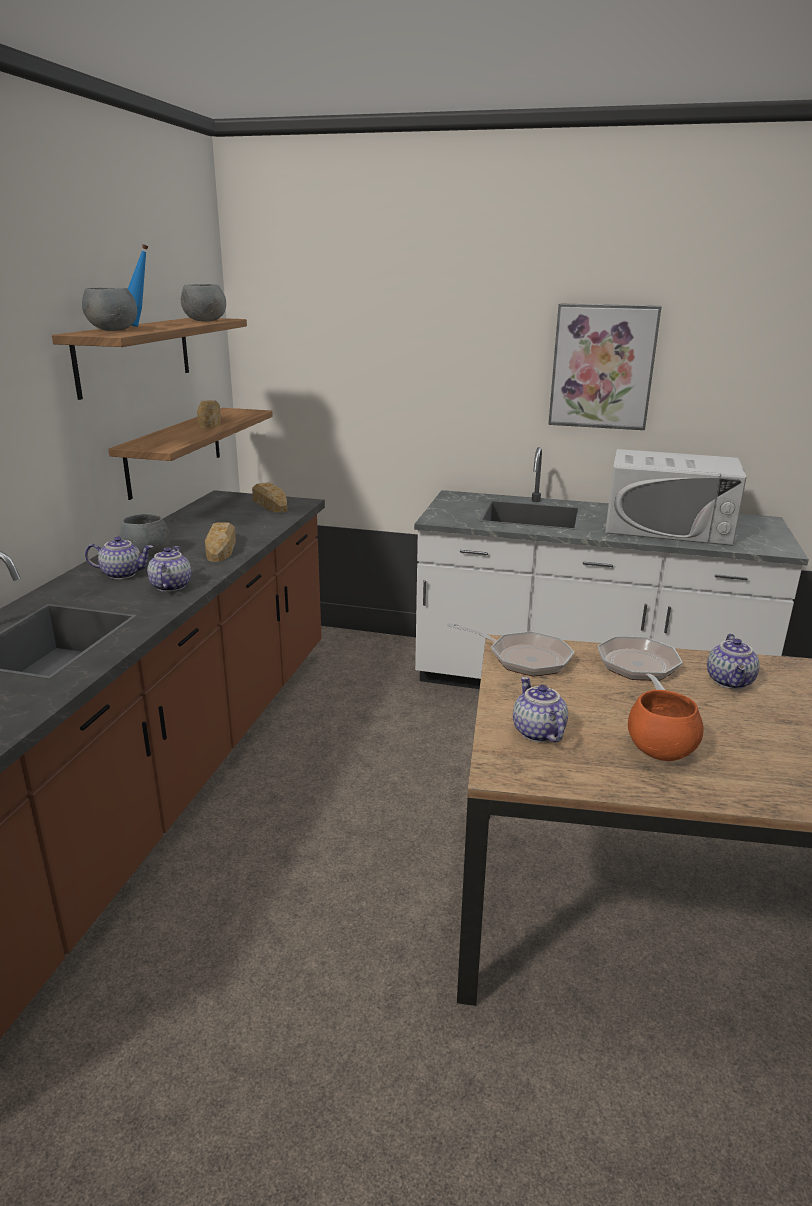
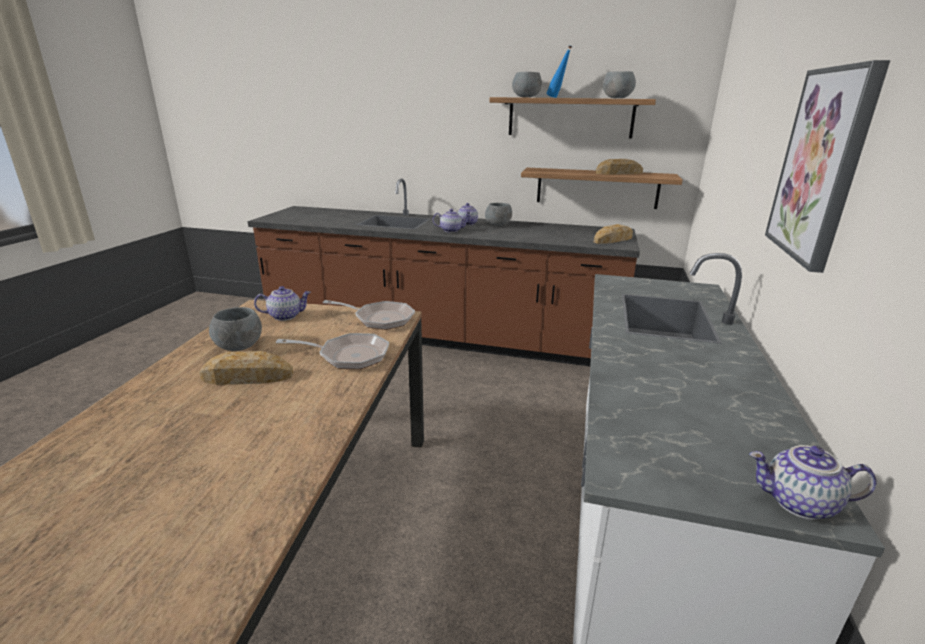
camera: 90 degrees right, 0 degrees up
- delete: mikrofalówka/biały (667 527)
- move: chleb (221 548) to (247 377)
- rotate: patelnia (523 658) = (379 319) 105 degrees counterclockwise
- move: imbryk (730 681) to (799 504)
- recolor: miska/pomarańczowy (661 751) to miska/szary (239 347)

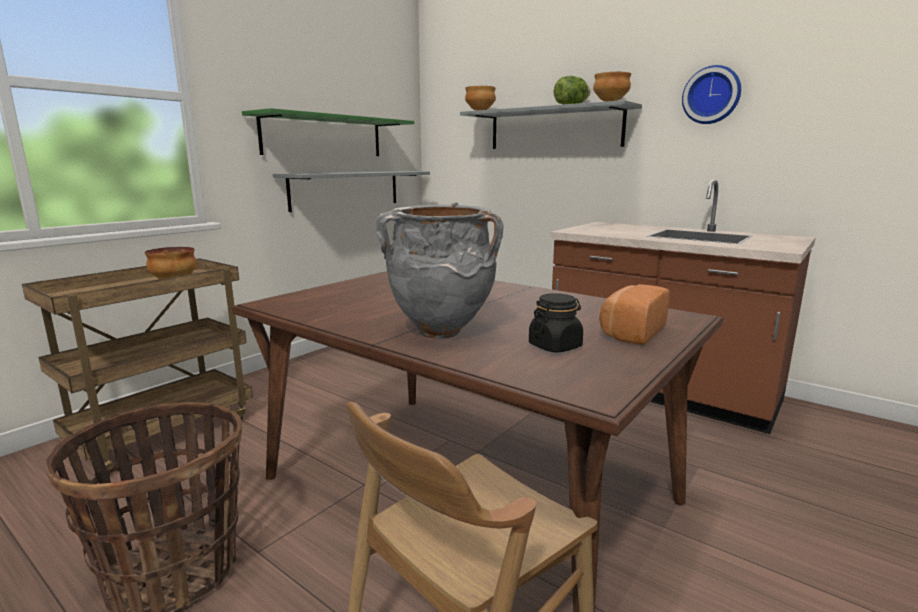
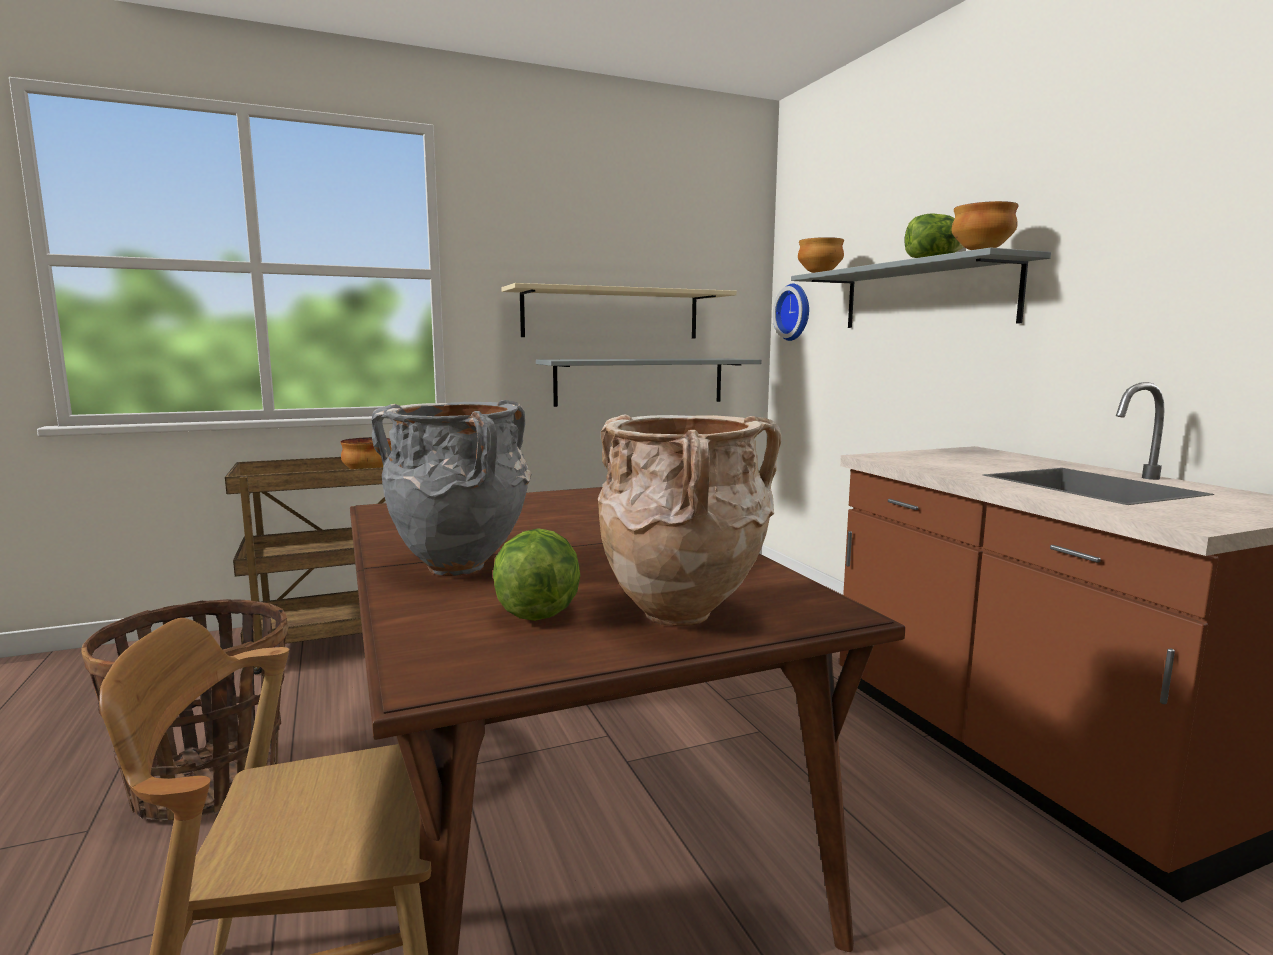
camera: 30 degrees right, 5 degrees down
- move: zegar ścienny (711 95) to (795 312)
- recolor: półka/zielony (324 136) to półka/beżowy (612 314)
- replace: chleb (631 332) to wazon/beżowy (683 616)
- replace: słoik/czarny (555 346) to sałata (537 611)

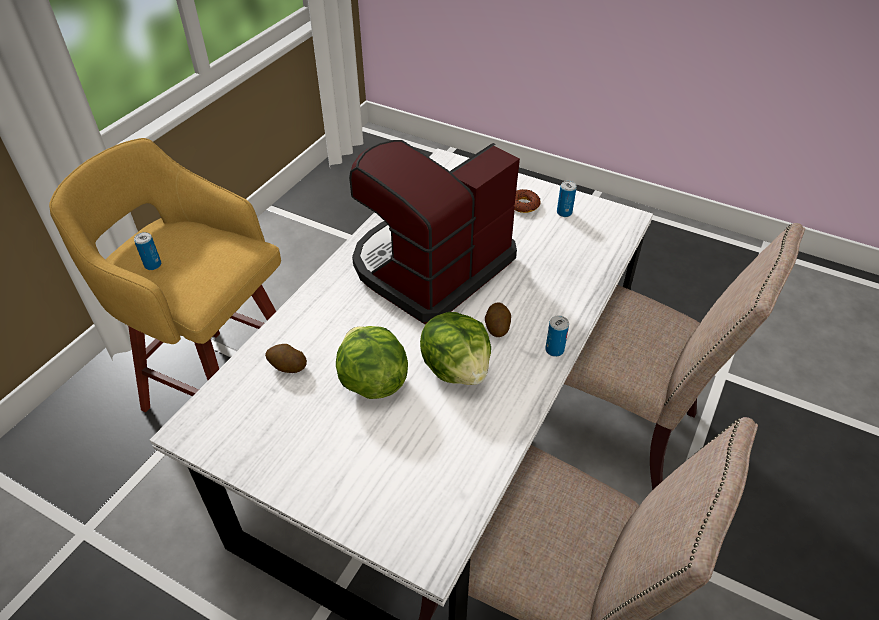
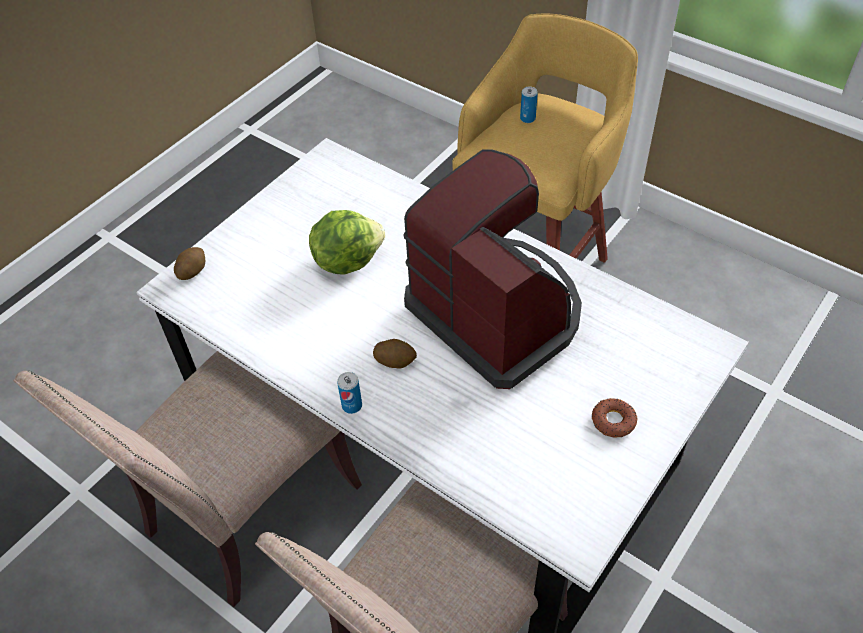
camera: 100 degrees right, 5 degrees up
- delete: puszka (564 212)
- delete: sałata (457 368)
- move: ziemniak (287 366) to (192 270)

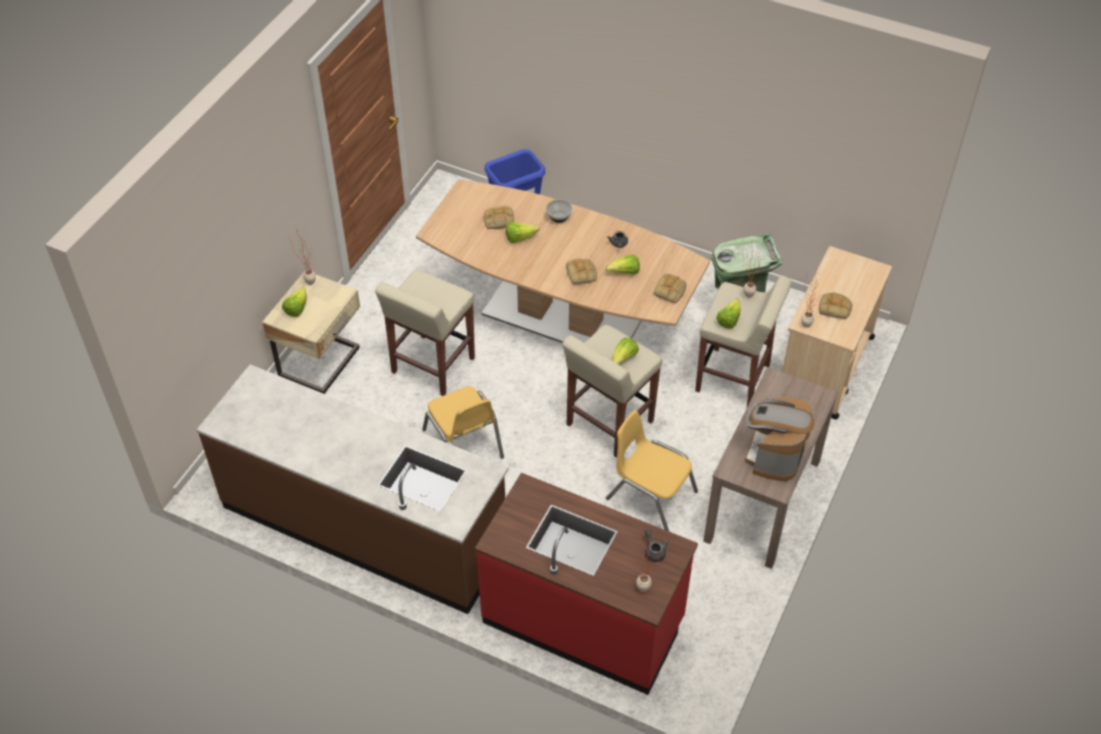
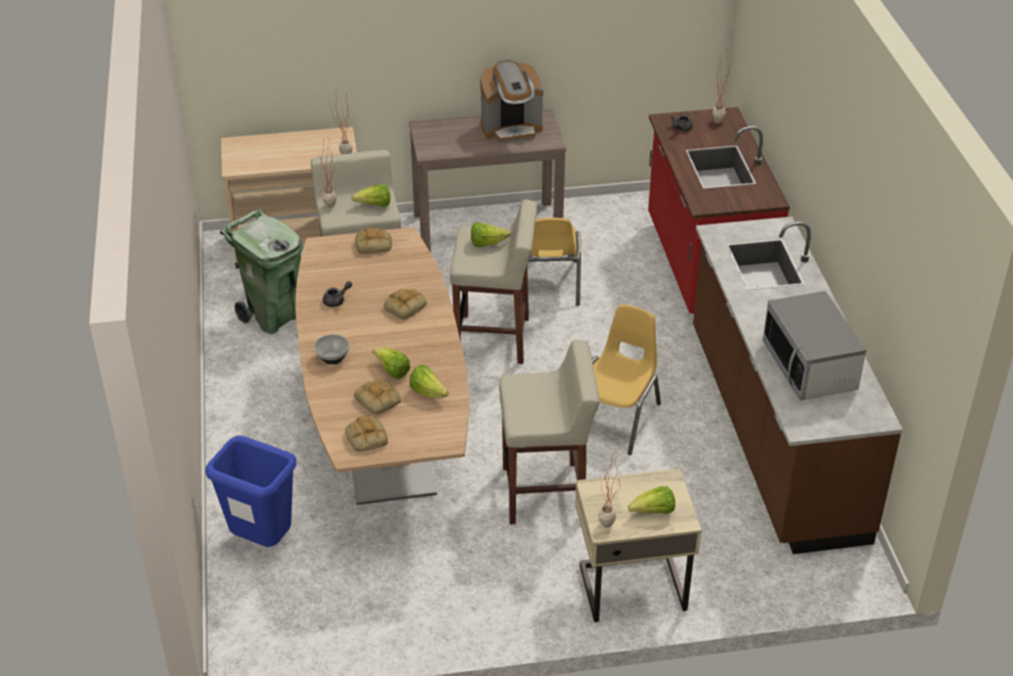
camera: 125 degrees left, 10 degrees down
- move: sałata (624 273) to (428 392)
- move: chleb (835 308) to (365 437)
- insert: mikrofalówka (810 367)

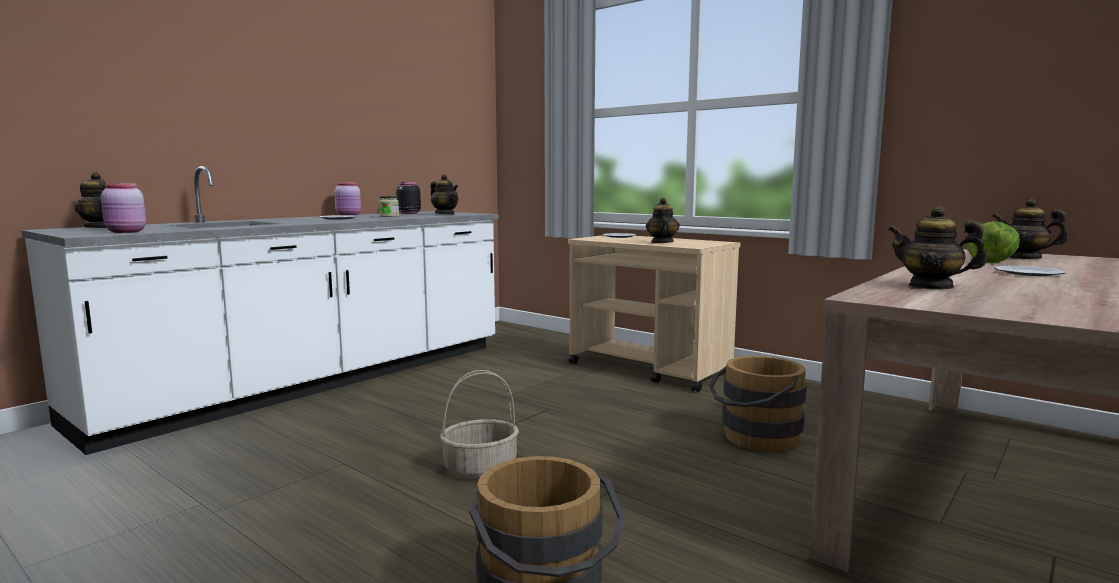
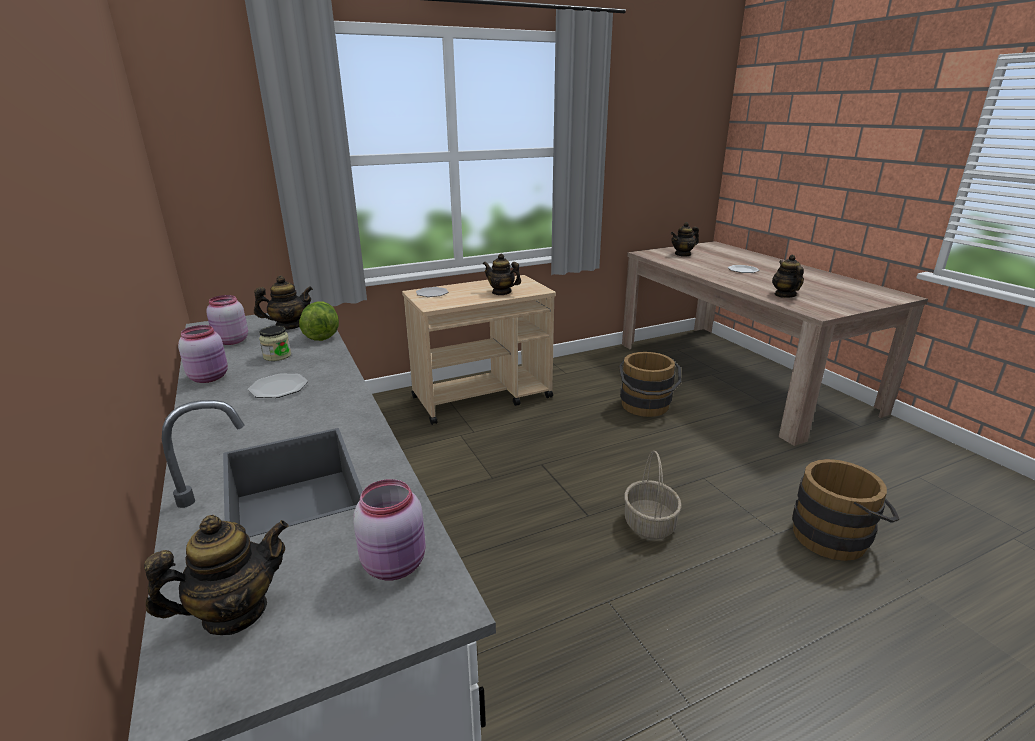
camera: 65 degrees left, 15 degrees up
- recolor: słoik/czarny (408 213) to słoik/różowy (231 341)
- rotate: imbryk (931 286) = (784 295) 120 degrees clockwise
- move: sałata (993 261) to (322 335)

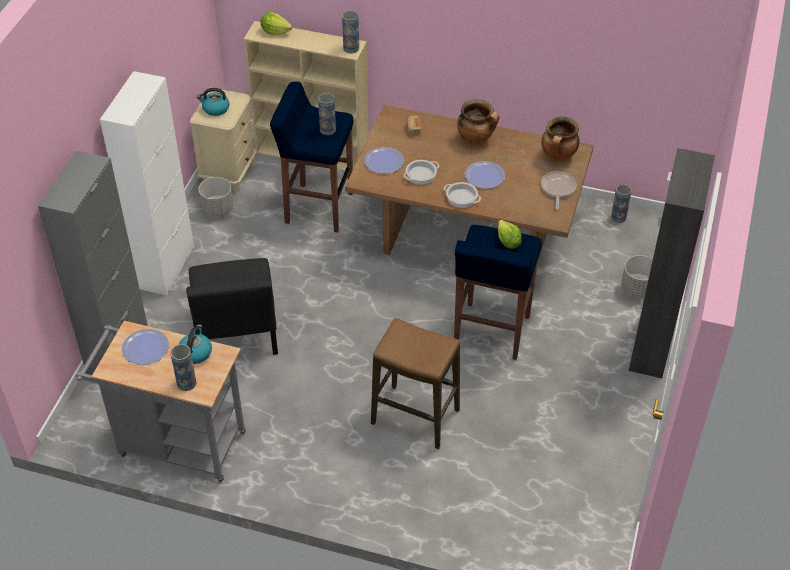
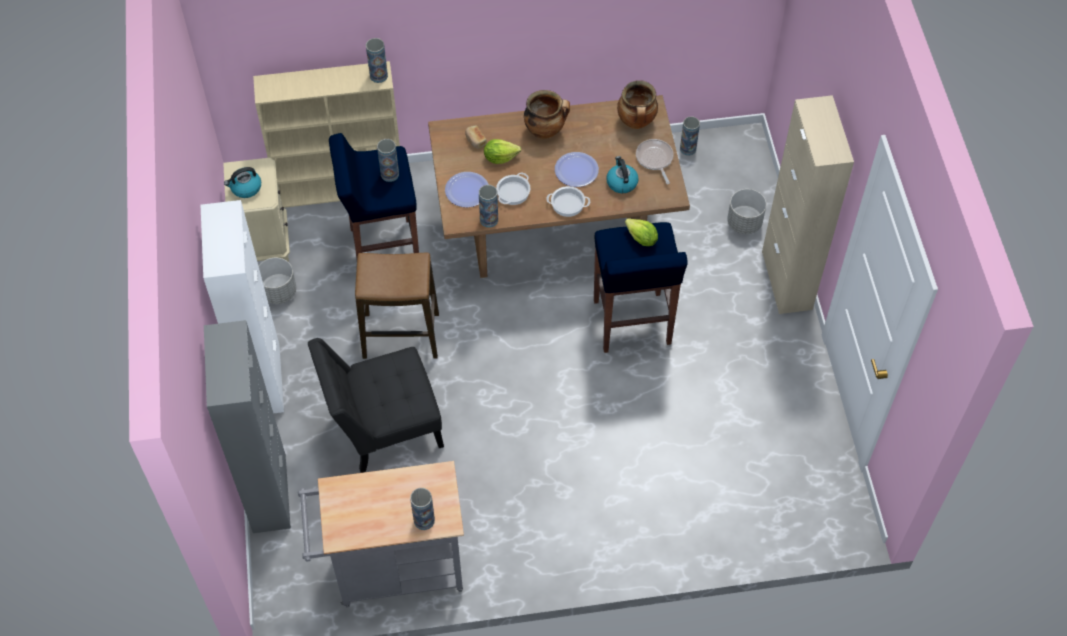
camera: 25 degrees left, 10 degrees up
- move: sałata (275 31) to (500 157)
- recolor: szafka/czarny (651 347) to szafka/beżowy (786 280)
- rotate: krzesło/czarny (236 334) = (383 427) 105 degrees clockwise
- move: stołek (415 417) to (401 336)
- move: czajnik (195 352) to (621 182)
- delete: talerz (145 348)
- insert: wazon (489 220)

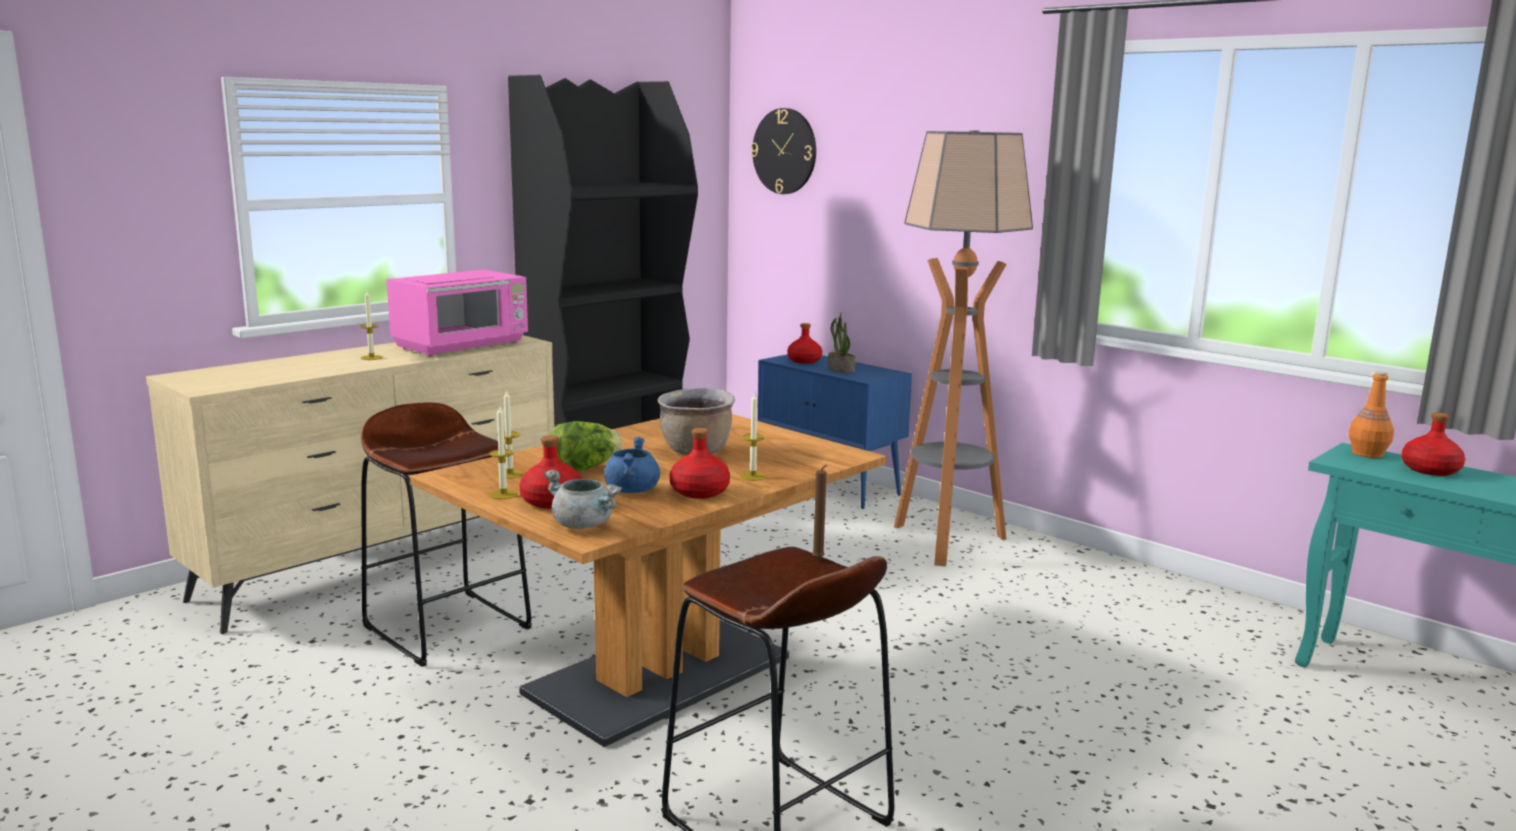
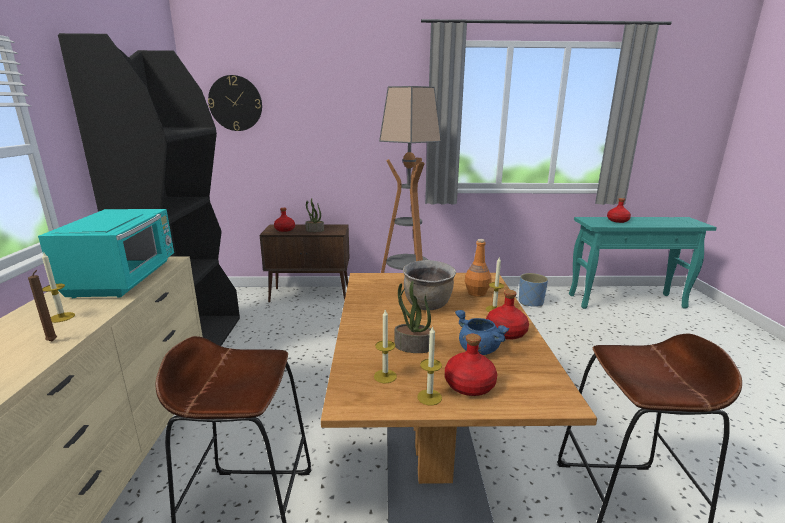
camera: 45 degrees left, 5 degrees up
- recolor: mikrofalówka/różowy (463 345) to mikrofalówka/turkusowy (124 279)
- recolor: szafka/niebieski (830 486) to szafka/brązowy (311 295)
- move: butelka/pomarańczowy (1367 454) to (476 293)
- replace: sałata (584 469) to roślina doniczkowa (412 347)
- move: świeca/brązowy (819 560) to (53 341)
- delete: garnek/szary (584 525)
- insert: donica/niebieski (531 302)

